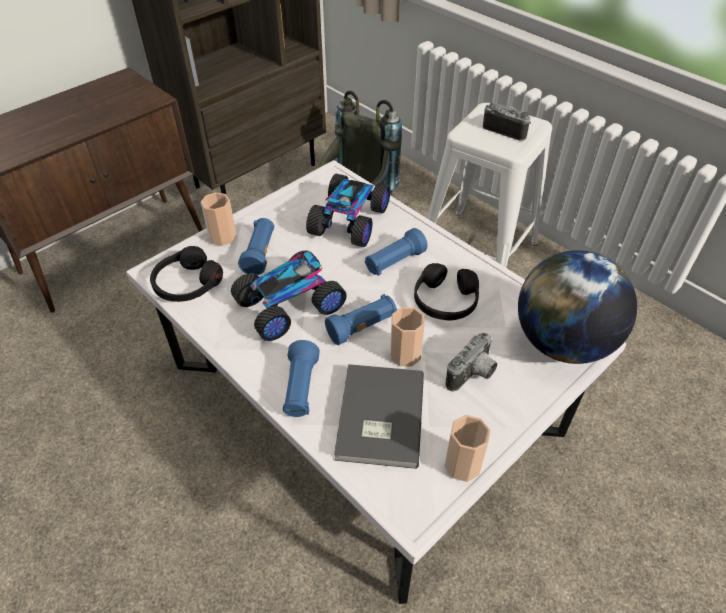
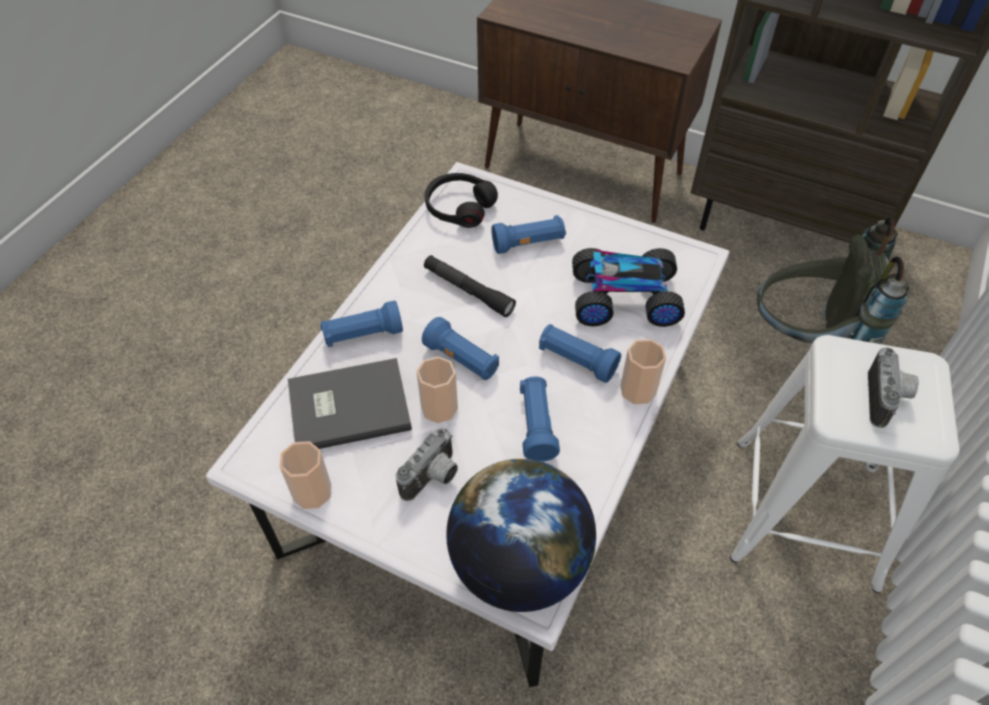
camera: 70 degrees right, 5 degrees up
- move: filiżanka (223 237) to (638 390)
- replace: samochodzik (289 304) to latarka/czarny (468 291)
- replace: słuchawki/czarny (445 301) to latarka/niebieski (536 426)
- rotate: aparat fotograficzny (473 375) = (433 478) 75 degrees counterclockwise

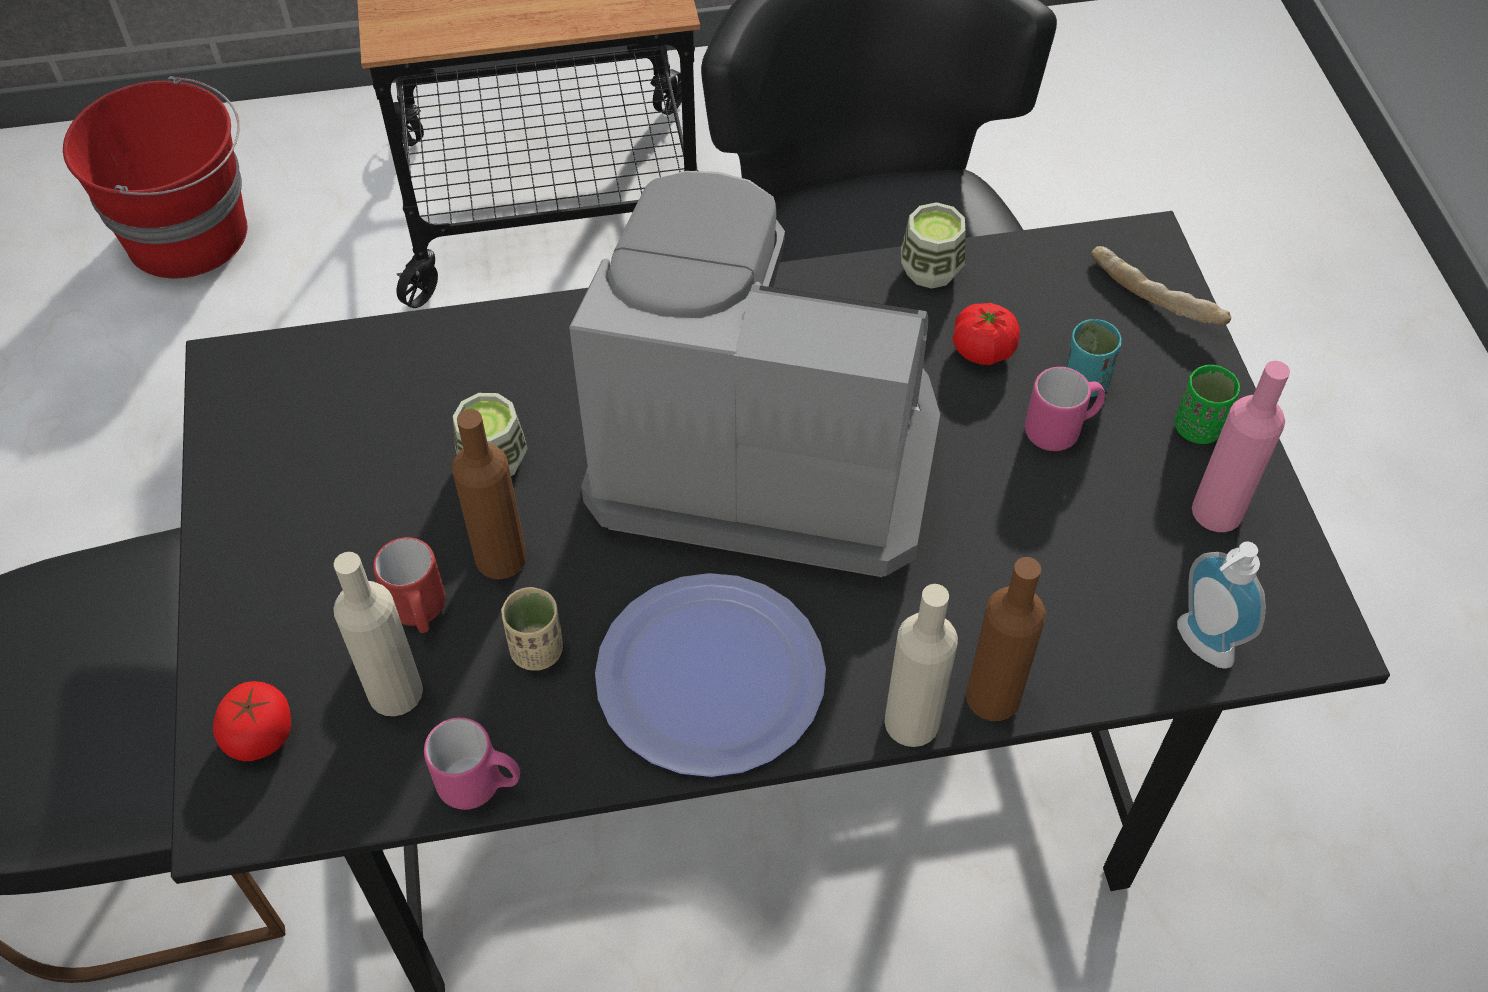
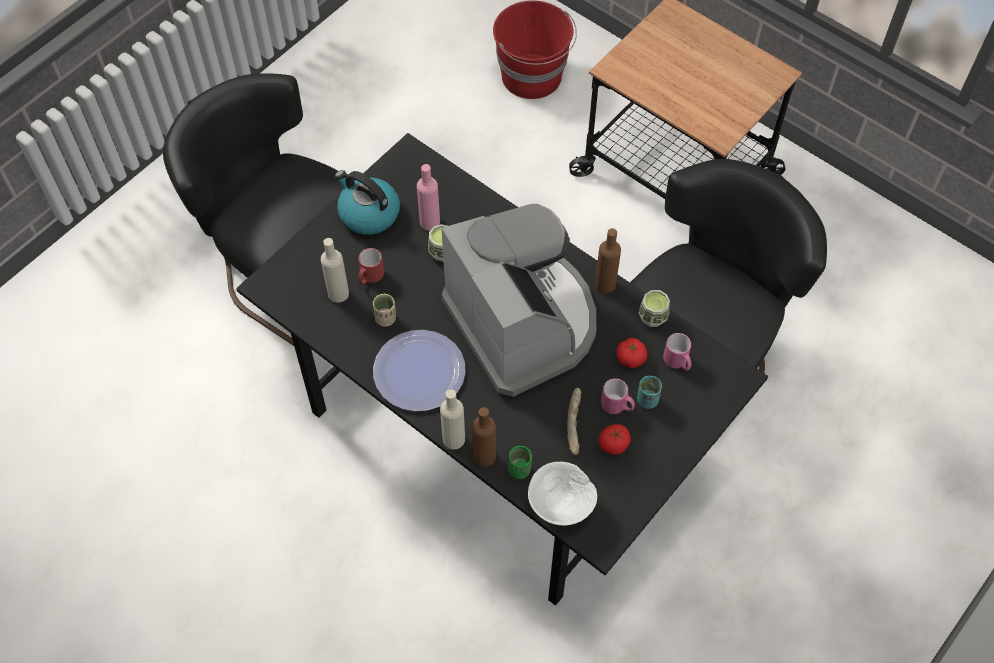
camera: 50 degrees right, 5 degrees up
- move: chleb (1156 296) to (576 424)
- move: butelka/różowy (1217 511) to (430 222)
- move: filiżanka/zielony (1197 428) to (519 469)
- move: butelka/brązowy (500 557) to (605 284)
- replace: dozownik mydła (1198 647) to miska/biały (561 505)
- move: pomidor (260 734) to (613 444)
- move: kubek/różowy (480 784) to (677 362)
- insert: czajnik (368 213)

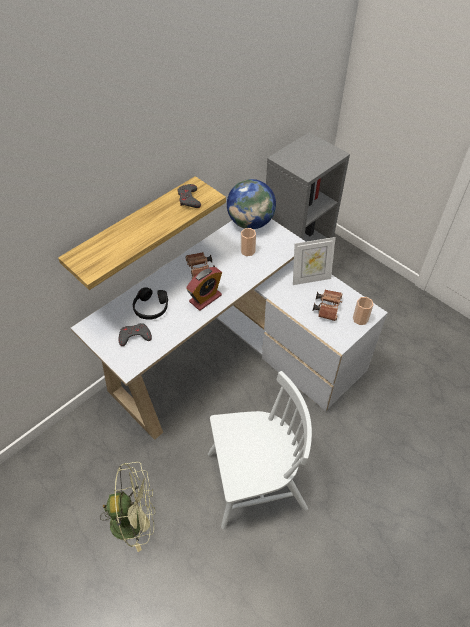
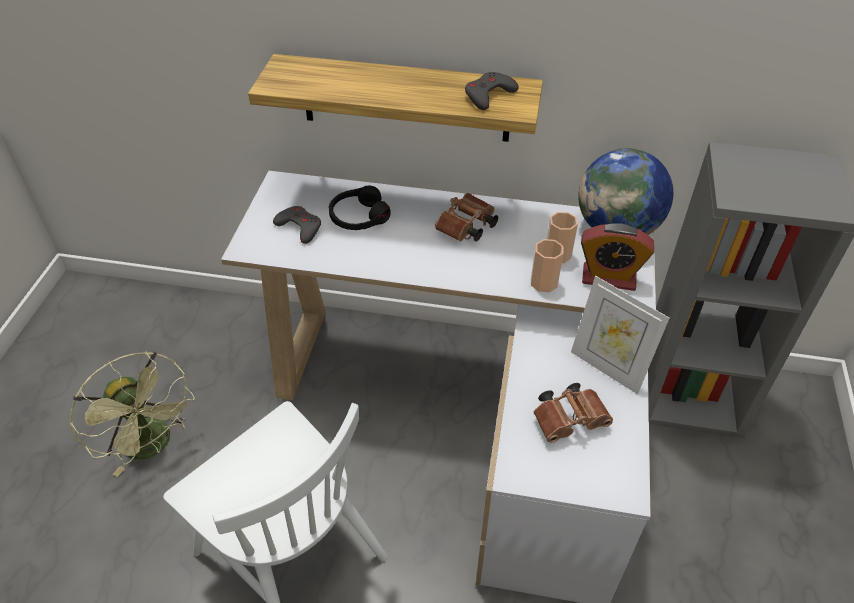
camera: 55 degrees right, 5 degrees down
- move: budzik (205 298) to (609 277)
- move: filiżanka (360 319) to (544 282)

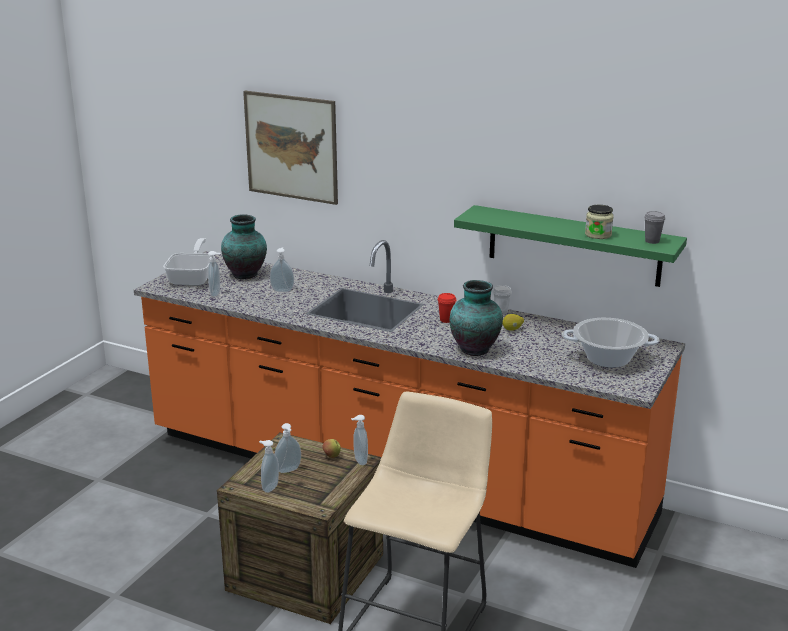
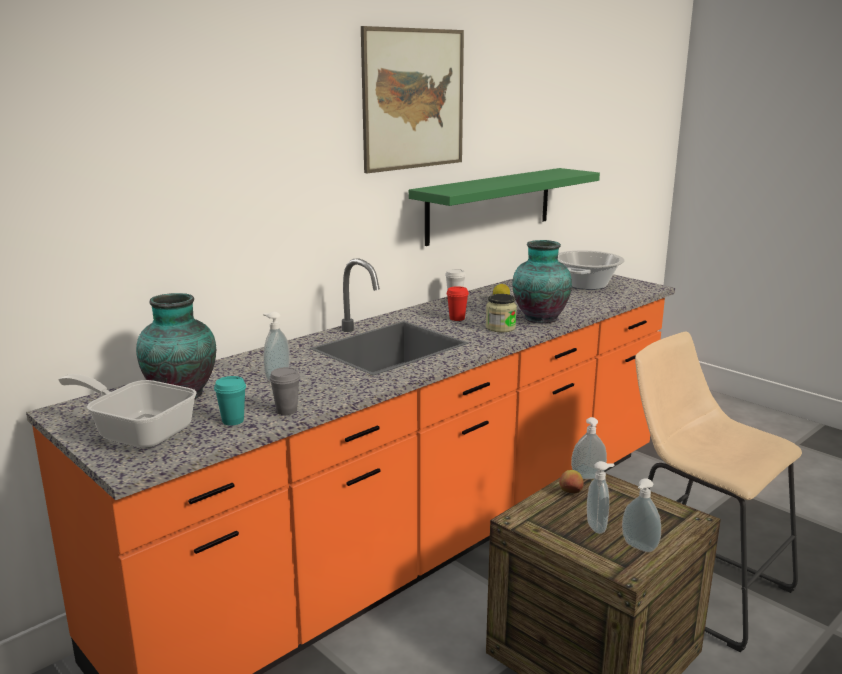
camera: 70 degrees left, 5 degrees down
- move: obraz (291 147) to (413 99)
- move: słoik (598 235) to (500 328)
- move: filiżanka/szary (652 241) to (286 411)
- replace: dozownik mydła (216 294) to filiżanka/turkusowy (233 421)

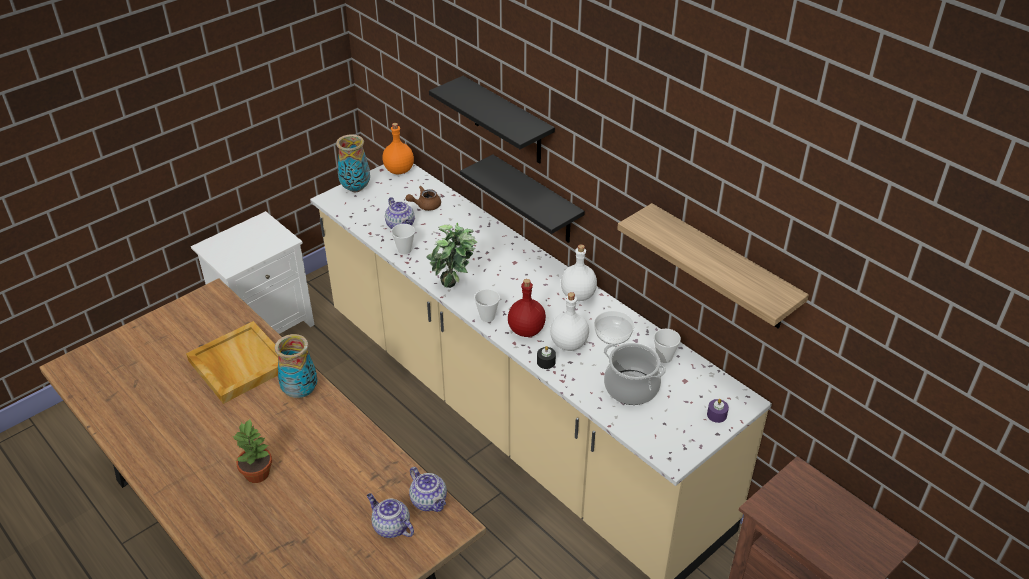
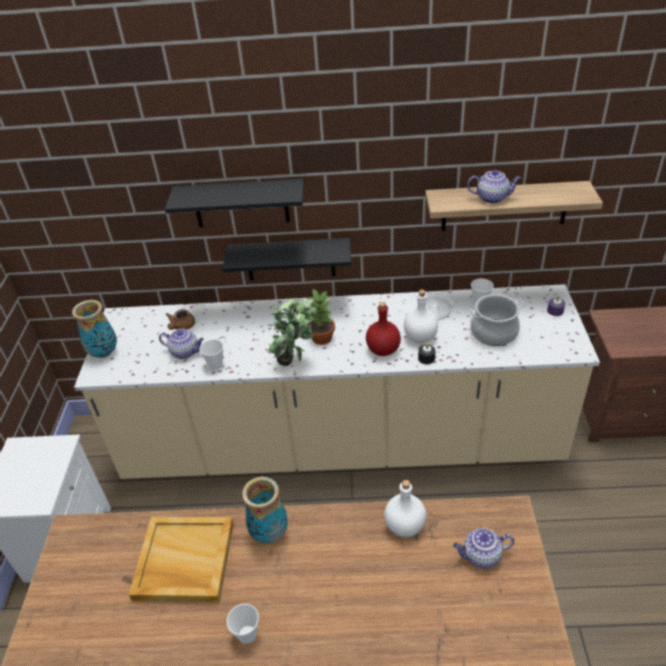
camera: 45 degrees left, 0 degrees up
- delete: butelka/pomarańczowy (398 170)
- move: butelka/biały (578 295) to (405 525)
- move: filiżanka (487 317) to (247 634)
- move: roślina doniczkowa (258 473) to (322 337)
- move: imbryk (429 501) to (492 198)

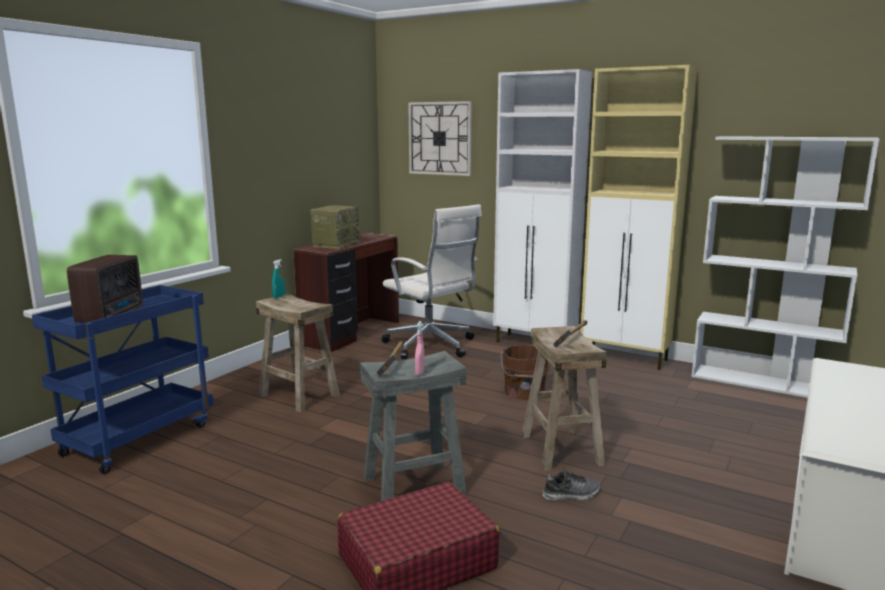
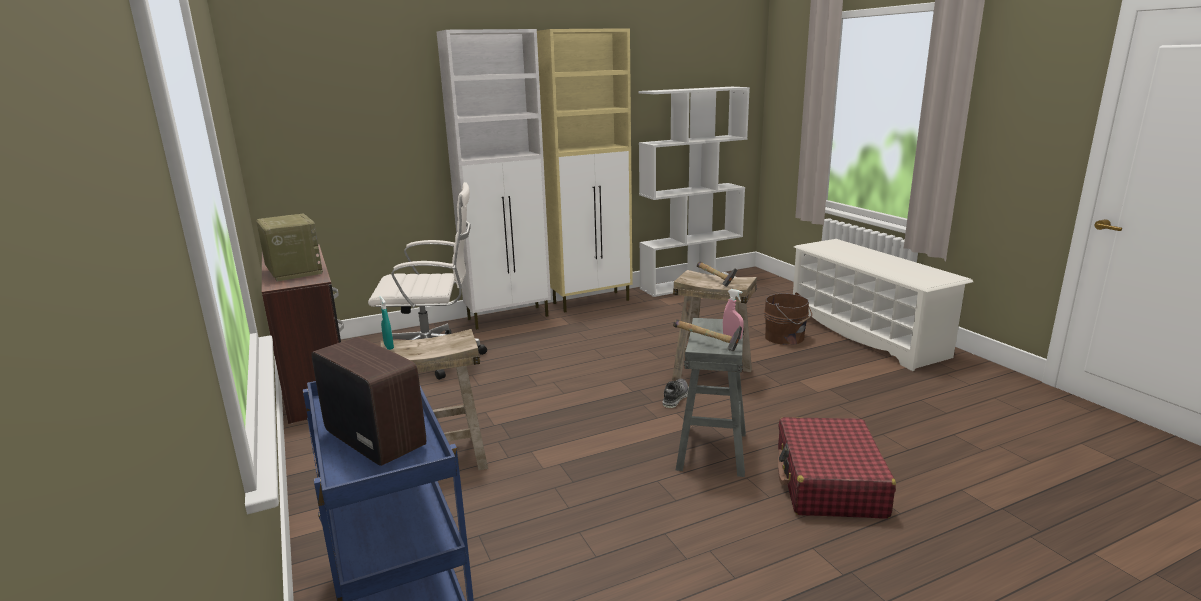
camera: 55 degrees left, 5 degrees up
- delete: zegar ścienny (440 138)
- move: wiadro/brązowy (524 393) to (786 338)
- move: but (571 494) to (675 398)

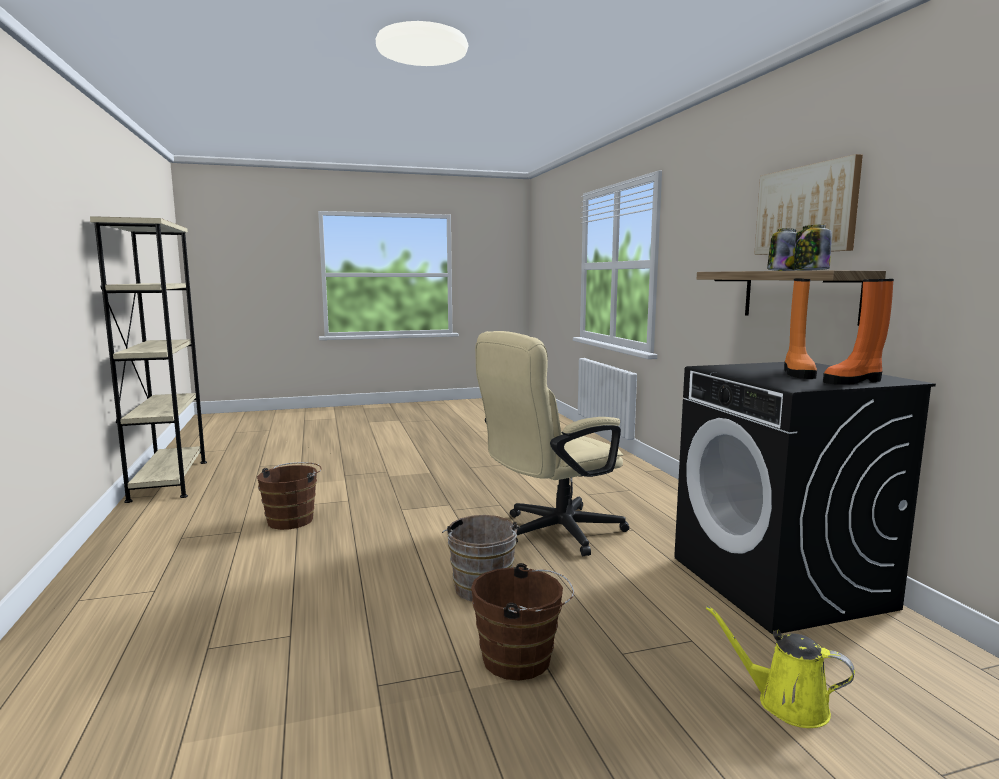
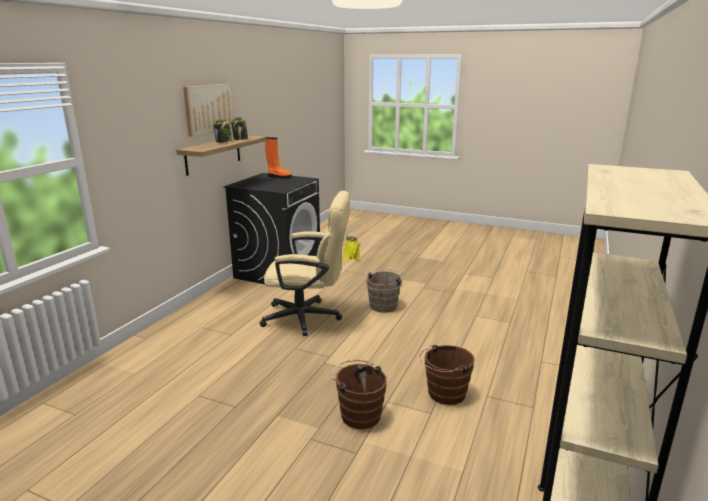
camera: 140 degrees left, 10 degrees up
- delete: but z cholewką/pomarańczowy (797 373)
- move: wiadro/brązowy (522 660) to (359 414)

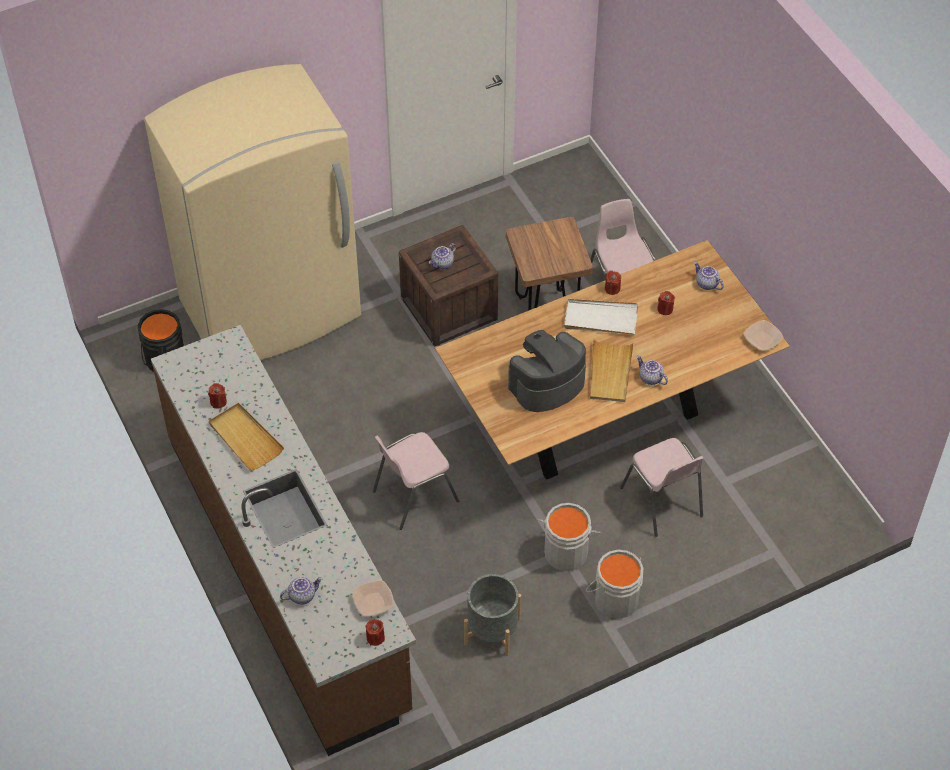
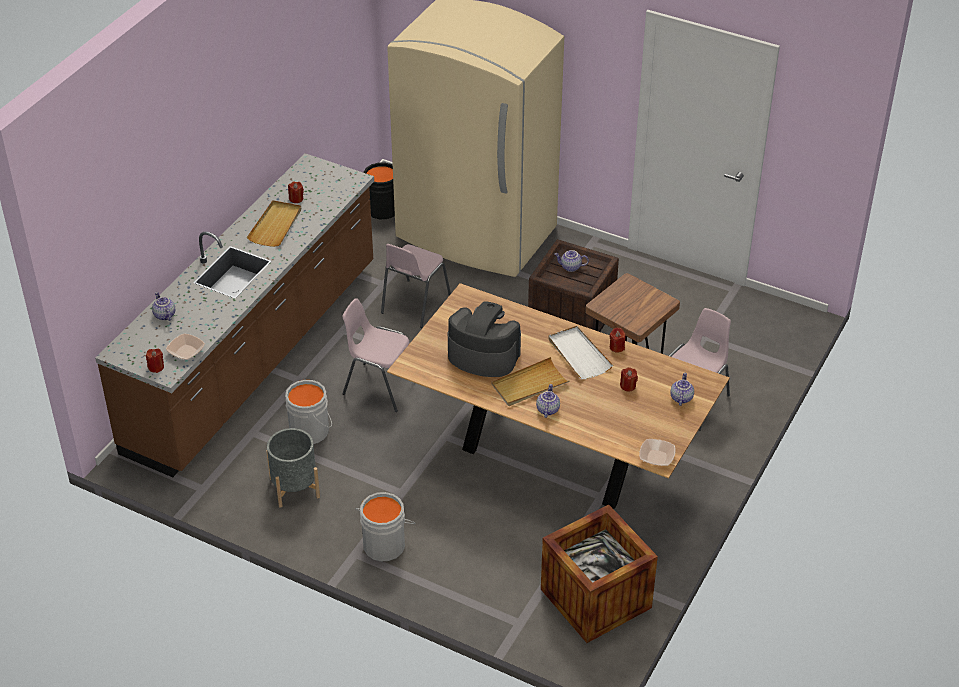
camera: 55 degrees right, 10 degrees down
- move: krzesło/różowy (662 502) to (414 304)
- move: wiadro/szary (566 551) to (311 430)
- rotate: imbryk (302 595) = (164 315) 150 degrees counterclockwise
- insert: skrzynka (595 598)

